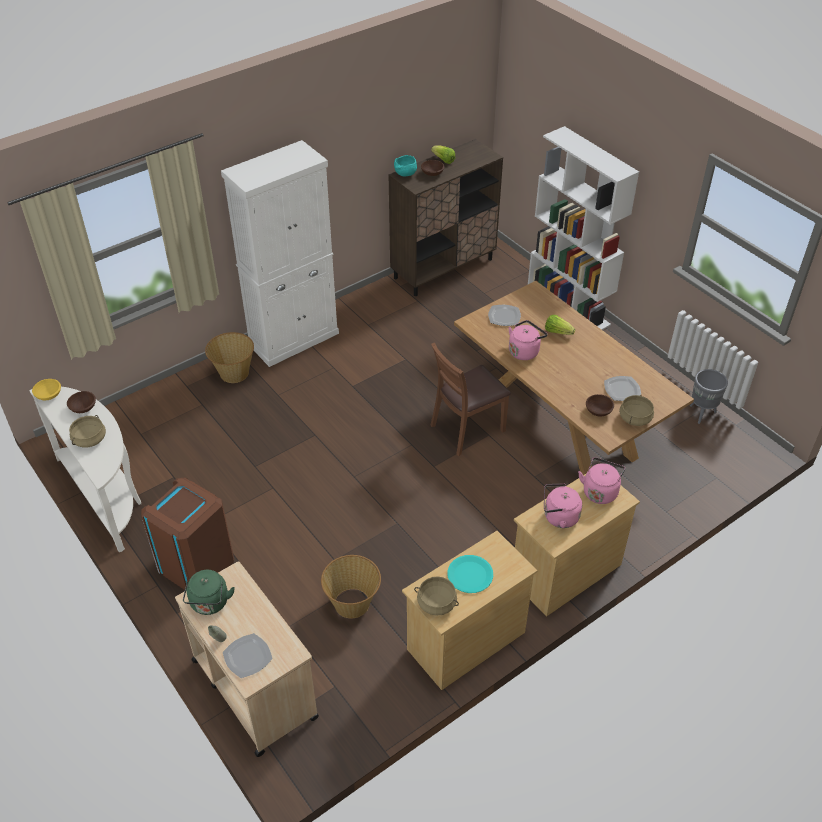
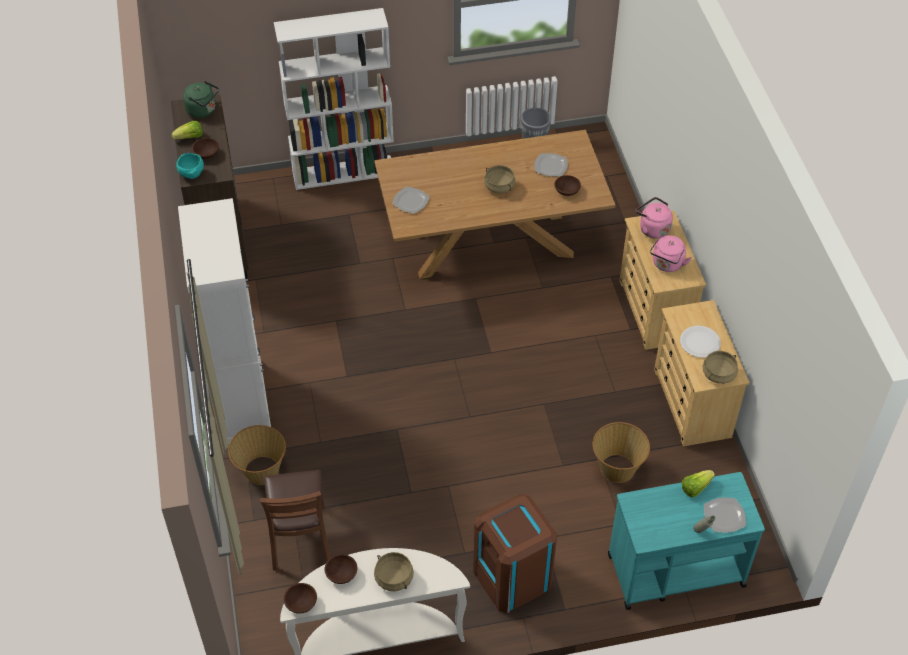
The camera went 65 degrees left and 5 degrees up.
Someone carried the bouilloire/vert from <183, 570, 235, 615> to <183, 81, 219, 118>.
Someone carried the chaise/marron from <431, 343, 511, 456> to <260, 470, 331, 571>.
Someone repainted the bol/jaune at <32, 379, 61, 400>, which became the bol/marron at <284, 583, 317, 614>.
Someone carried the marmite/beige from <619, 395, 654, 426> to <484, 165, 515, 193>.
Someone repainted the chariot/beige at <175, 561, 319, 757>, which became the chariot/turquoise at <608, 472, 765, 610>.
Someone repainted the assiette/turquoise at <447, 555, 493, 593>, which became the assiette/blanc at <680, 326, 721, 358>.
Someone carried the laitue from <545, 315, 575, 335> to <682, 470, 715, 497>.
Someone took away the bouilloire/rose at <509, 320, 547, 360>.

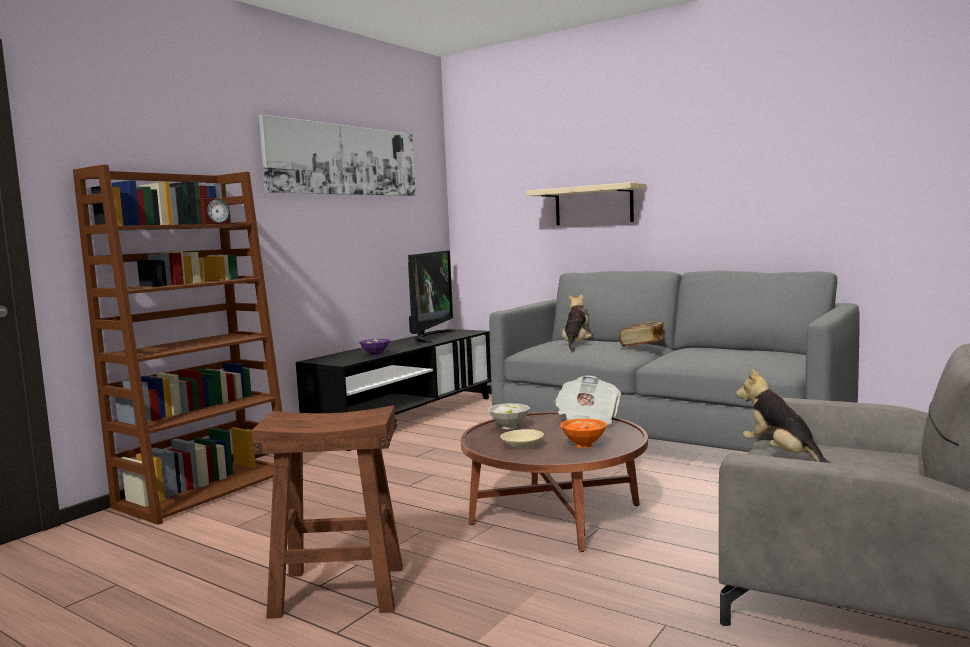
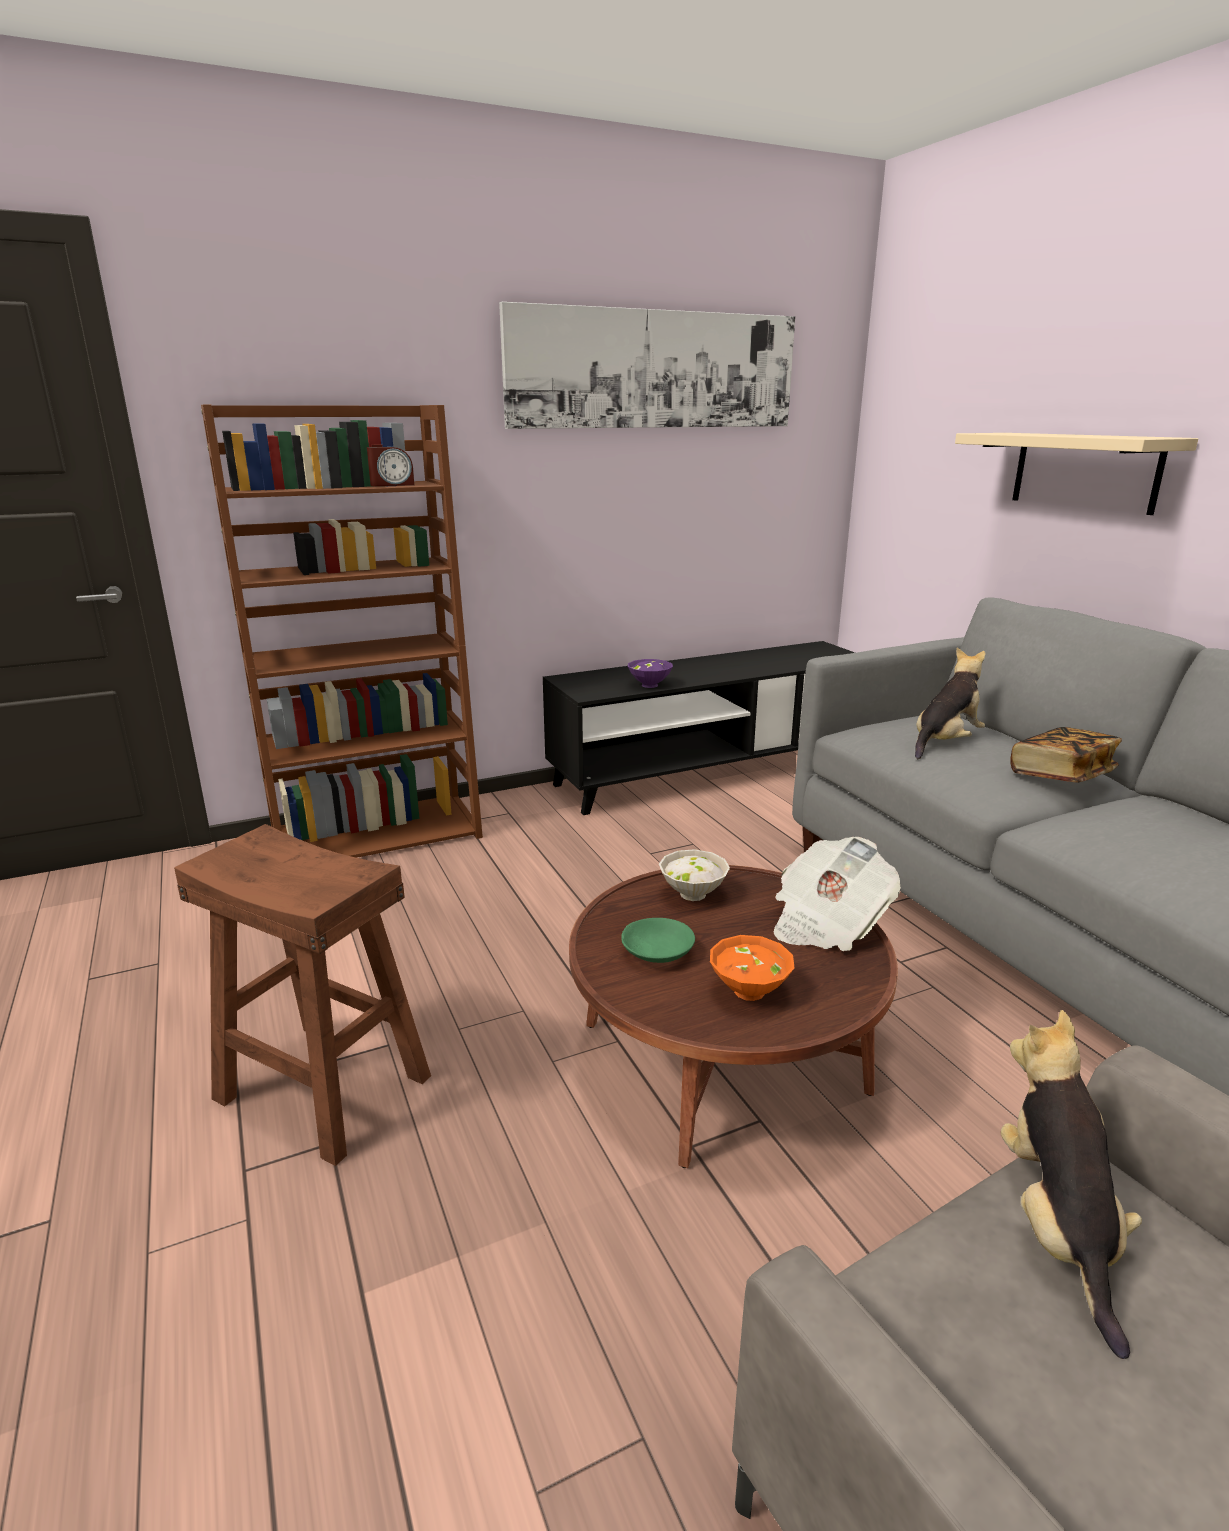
The camera went 30 degrees right and 15 degrees up.
Someone repainted the bol/beige at <500, 429, 544, 448>, which became the bol/vert at <621, 918, 695, 963>.
Someone took away the téléviseur at <408, 250, 455, 343>.

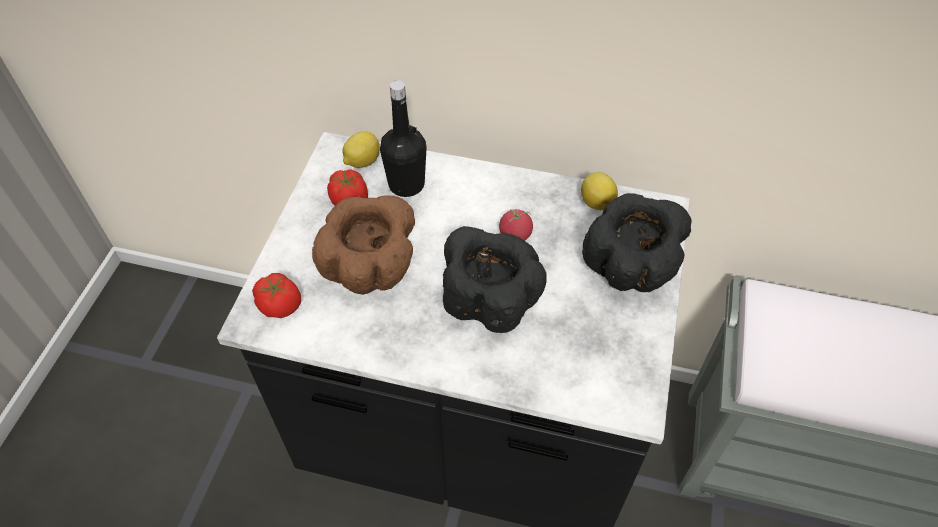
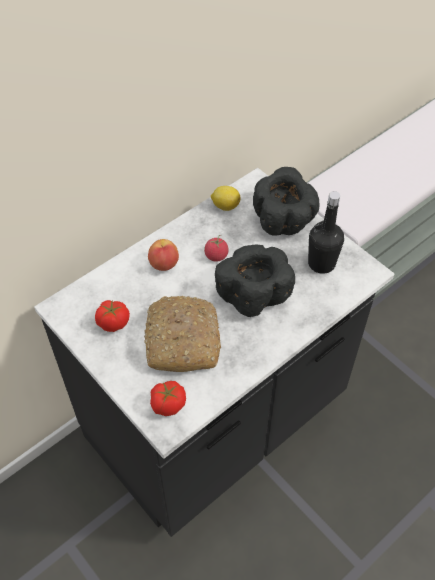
The camera went 55 degrees left and 0 degrees up.
Someone swapped the bol/marron at <312, 196, 415, 295> for the pain at <144, 296, 221, 372>.
Someone put down the pomme at <148, 239, 179, 271>.
Someone carried the bouteille/noir from <380, 80, 427, 197> to <308, 191, 344, 274>.
Someone took away the citron at <342, 131, 380, 168>.

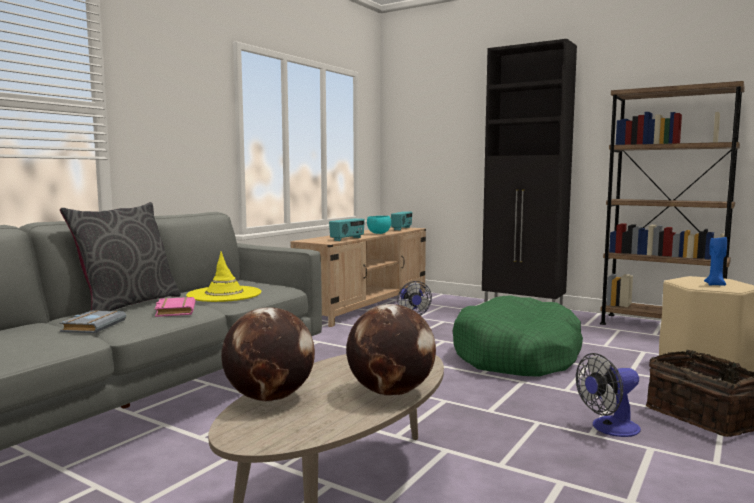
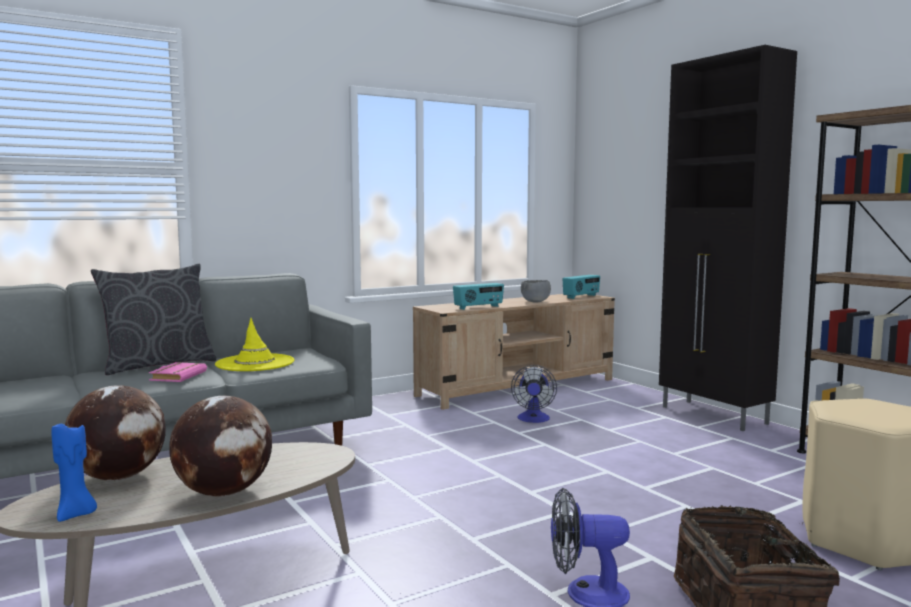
The camera went 25 degrees right and 0 degrees up.
Someone carried the bougie/bleu from <704, 237, 727, 286> to <51, 424, 97, 522>.
Someone repainted the bol/turquoise at <367, 216, 391, 234>, which became the bol/gris at <521, 280, 551, 303>.
Someone took away the livre/gris at <59, 310, 126, 333>.
Someone took away the panier pour chien/vert at <453, 295, 583, 377>.

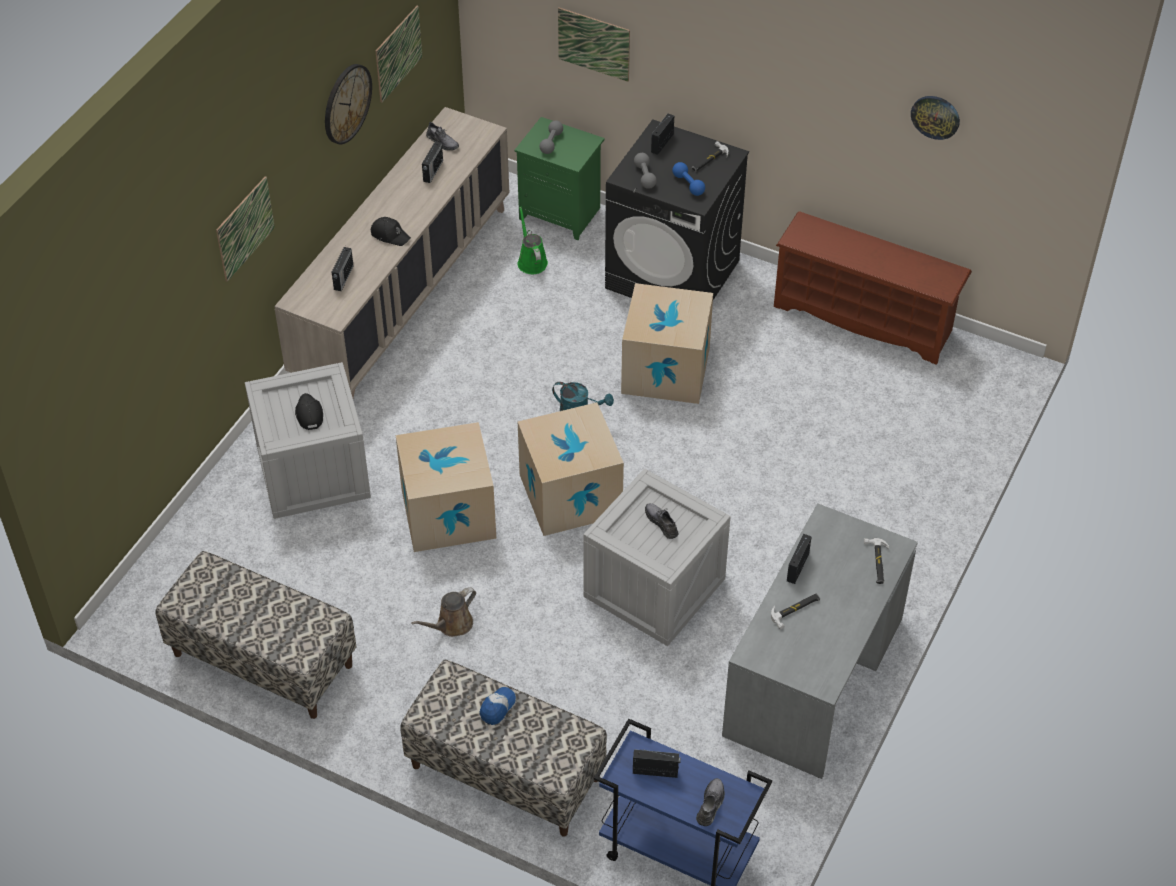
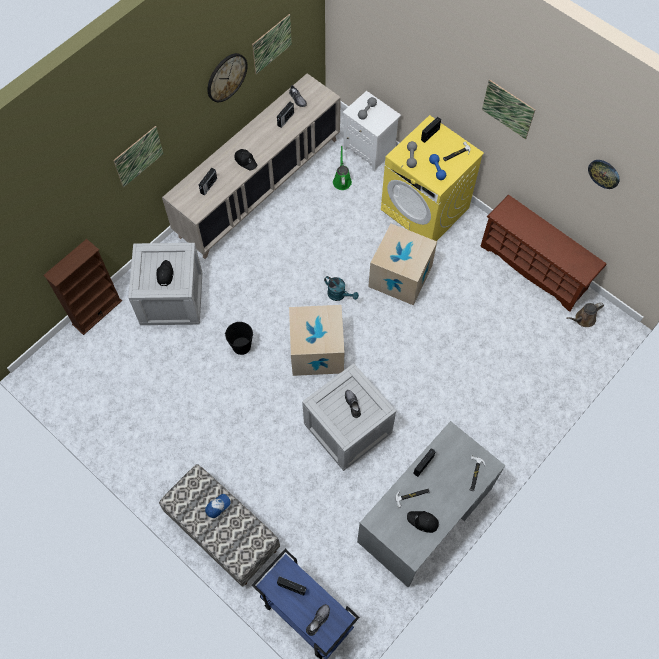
The camera went 15 degrees right and 15 degrees up.
Someone put down the bibliothèque/marron at <43, 239, 122, 335>.
Someone swapped the carton at <396, 422, 496, 552> for the seau/noir at <225, 322, 253, 355>.
Someone repainted the table de chevet/vert at <514, 117, 604, 240>, which became the table de chevet/blanc at <343, 91, 401, 172>.
Someone repainted the lave-linge/noir at <605, 119, 749, 300>, which became the lave-linge/jaune at <381, 115, 484, 241>.
Someone put down the casquette/noir at <407, 511, 439, 533>.
Someone carried the tableau from <558, 8, 630, 82> to <482, 79, 535, 139>.
Someone carried the arrosoir/marron from <411, 587, 476, 637> to <567, 302, 604, 327>.
Someone took away the banc at <156, 551, 356, 719>.

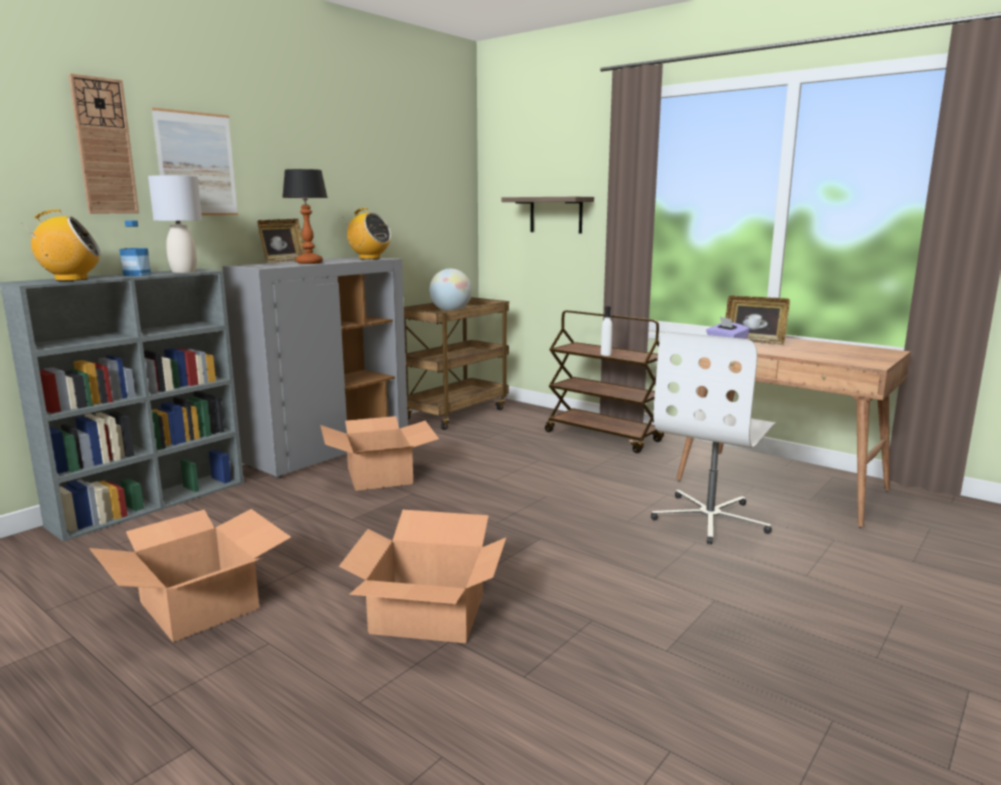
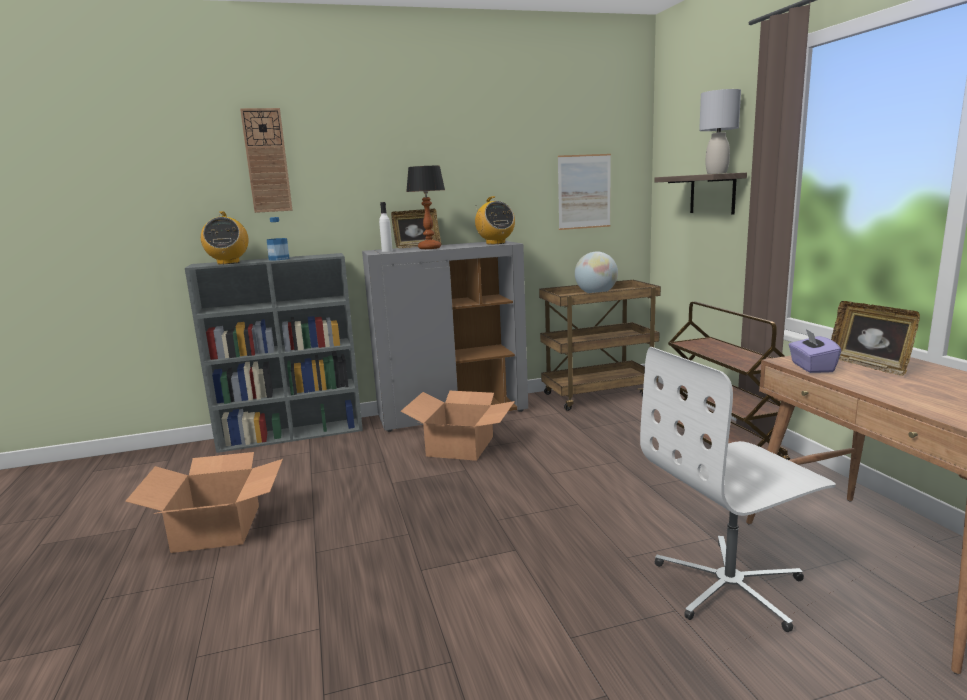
The camera went 35 degrees right and 0 degrees up.
Someone rotated the radio at <26, 210, 101, 281> by 60 degrees clockwise.
Someone carried the bouteille/blanc from <601, 306, 613, 356> to <379, 202, 393, 252>.
Someone carried the tableau from <151, 107, 238, 215> to <558, 154, 611, 230>.
Someone carried the lampe de table/gris from <148, 175, 202, 273> to <699, 89, 741, 174>.
Someone took away the carton at <339, 510, 507, 643>.

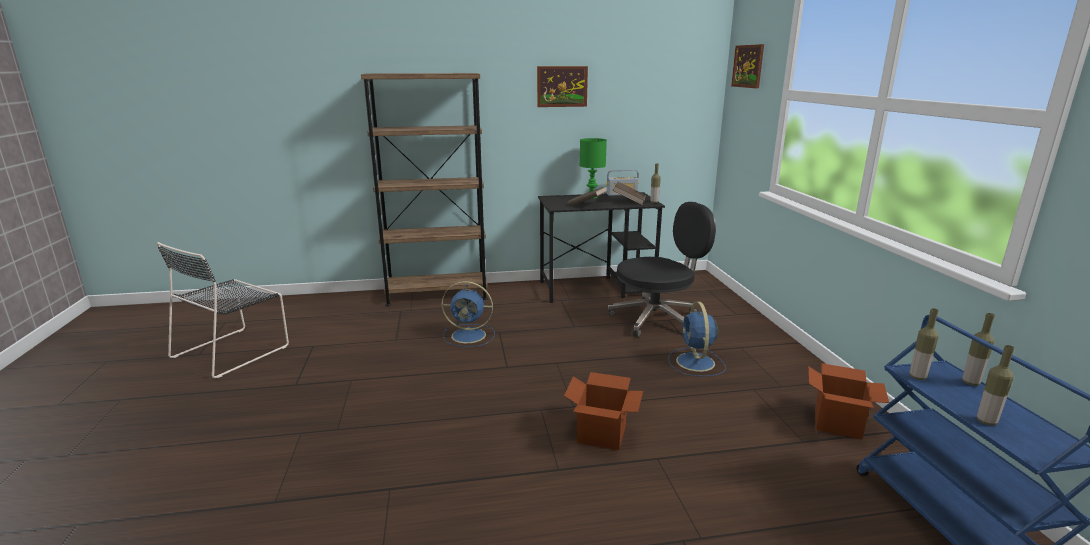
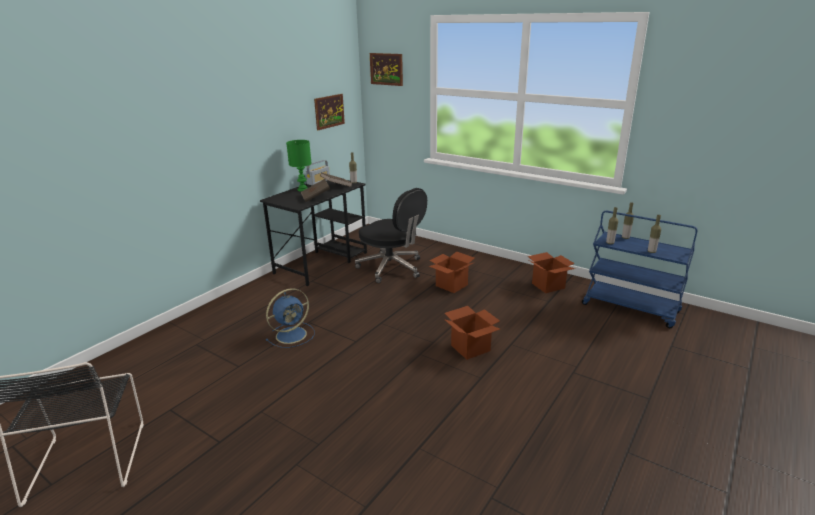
The camera went 45 degrees left and 5 degrees up.
Someone carried the tableau from <537, 66, 588, 107> to <314, 94, 345, 130>.
Someone rotated the chaise de bureau/noir at <607, 202, 716, 337> by 105 degrees clockwise.
Someone swapped the ventilateur/bleu at <668, 302, 726, 377> for the carton at <429, 251, 475, 293>.
Someone took away the bibliothèque/marron at <361, 73, 488, 306>.

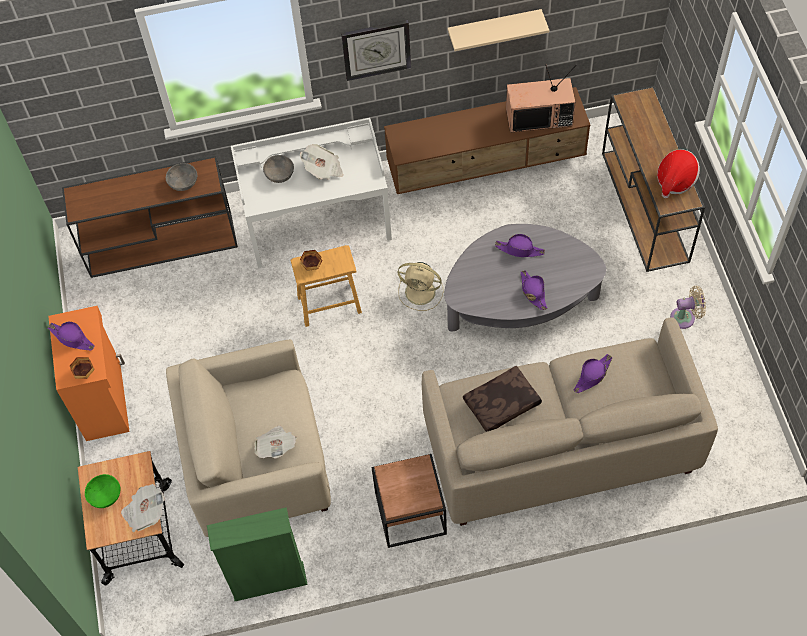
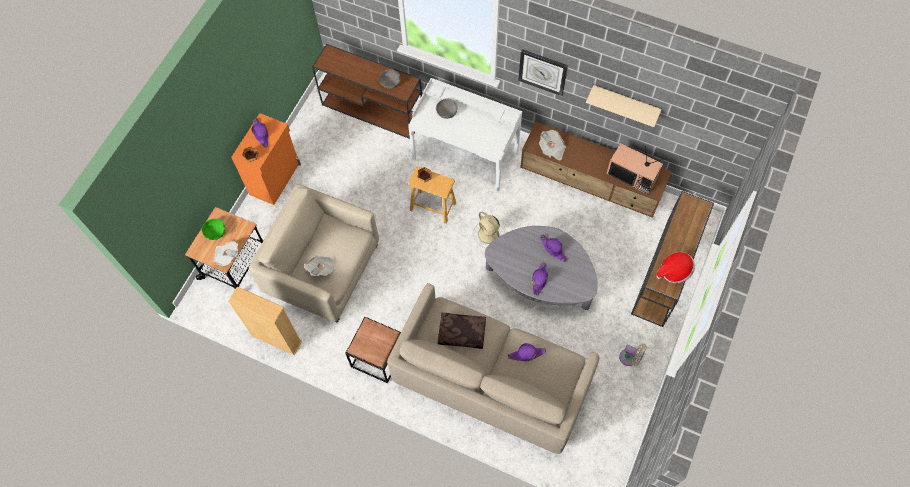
The camera went 35 degrees right and 5 degrees up.
Someone repainted the bibliothèque/vert at <207, 507, 308, 601>, which became the bibliothèque/beige at <228, 287, 302, 355>.
Someone carried the journal from <300, 144, 343, 180> to <539, 130, 566, 161>.

